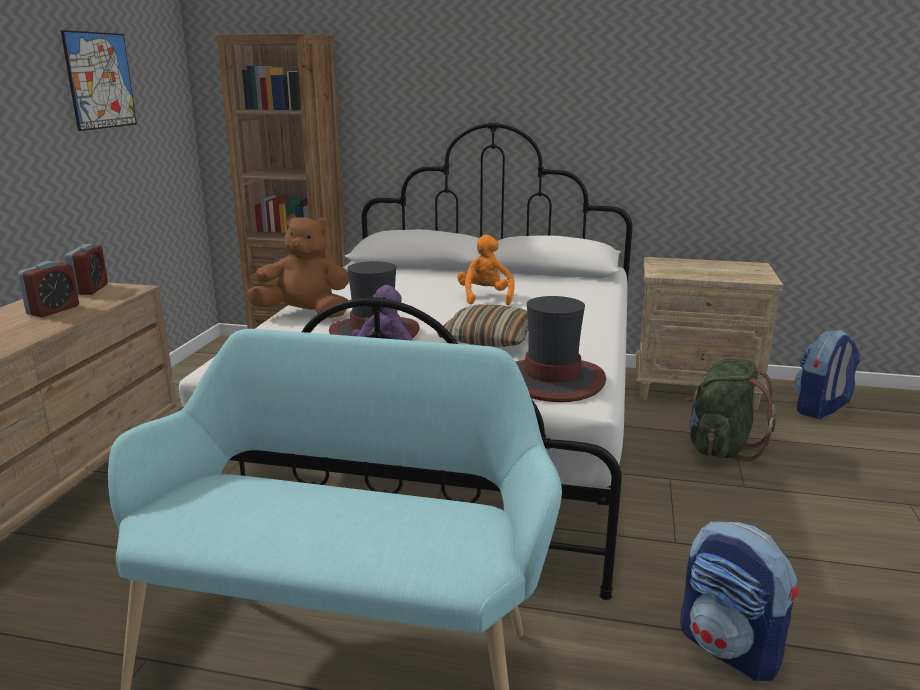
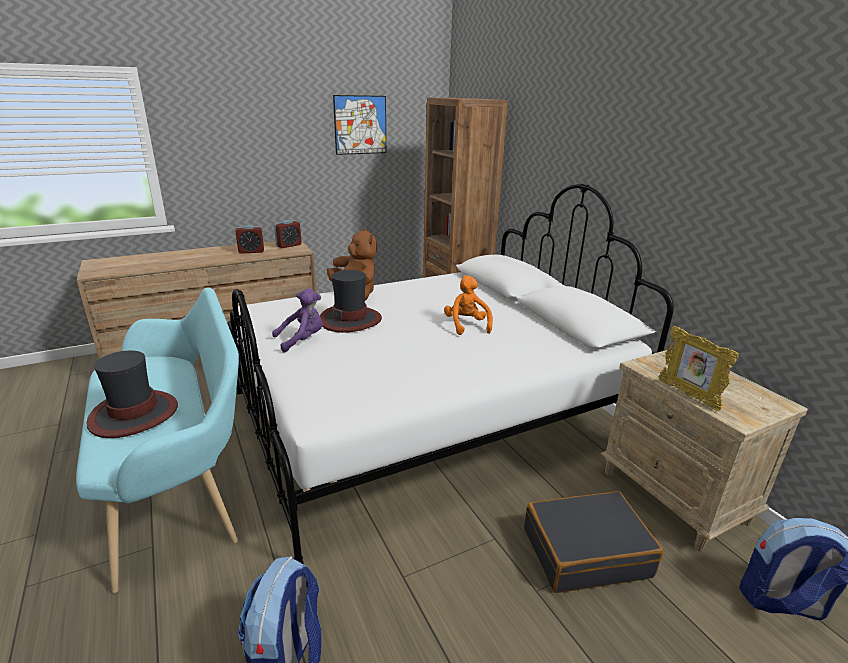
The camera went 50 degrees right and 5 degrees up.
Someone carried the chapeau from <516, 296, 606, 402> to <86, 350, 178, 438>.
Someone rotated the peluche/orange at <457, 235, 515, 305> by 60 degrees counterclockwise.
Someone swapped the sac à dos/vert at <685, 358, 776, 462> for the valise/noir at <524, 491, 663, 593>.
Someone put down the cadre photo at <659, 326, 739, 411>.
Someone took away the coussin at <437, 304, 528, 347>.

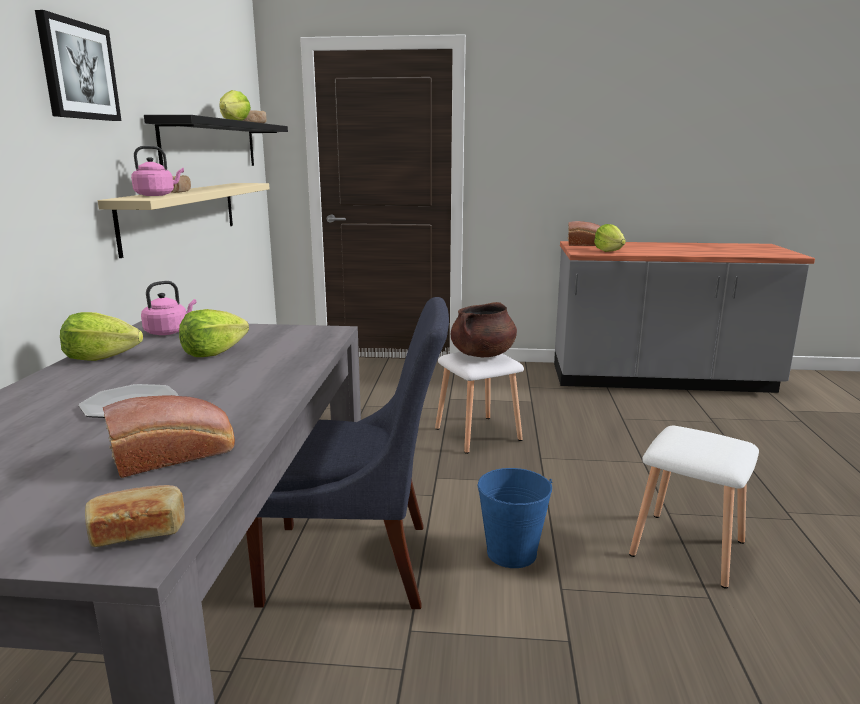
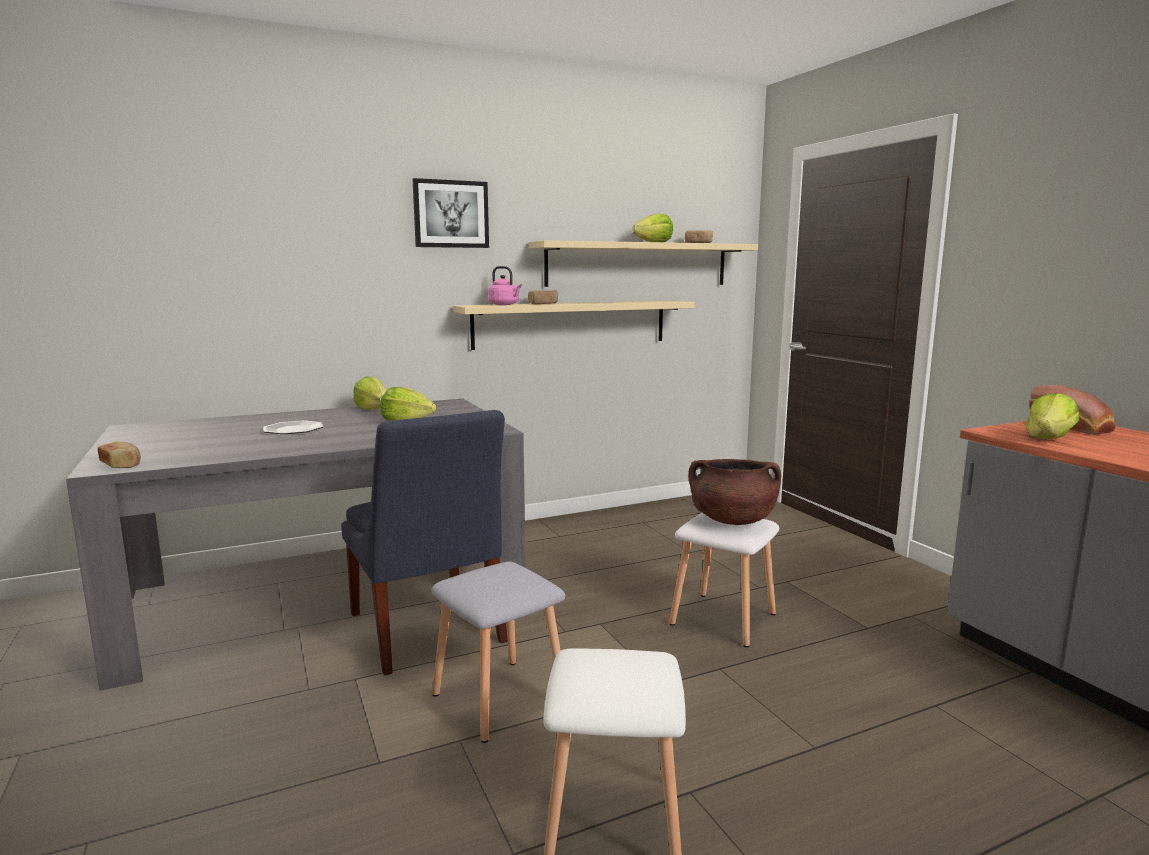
The camera went 60 degrees right and 5 degrees down.
Someone swapped the seau/bleu at <477, 468, 552, 568> for the tabouret/gris at <431, 562, 565, 743>.
Someone repainted the étagère/noir at <144, 115, 288, 166>, which became the étagère/beige at <529, 240, 758, 287>.
Someone took away the pain at <103, 395, 235, 478>.
Someone took away the bouilloire/rose at <141, 281, 196, 335>.

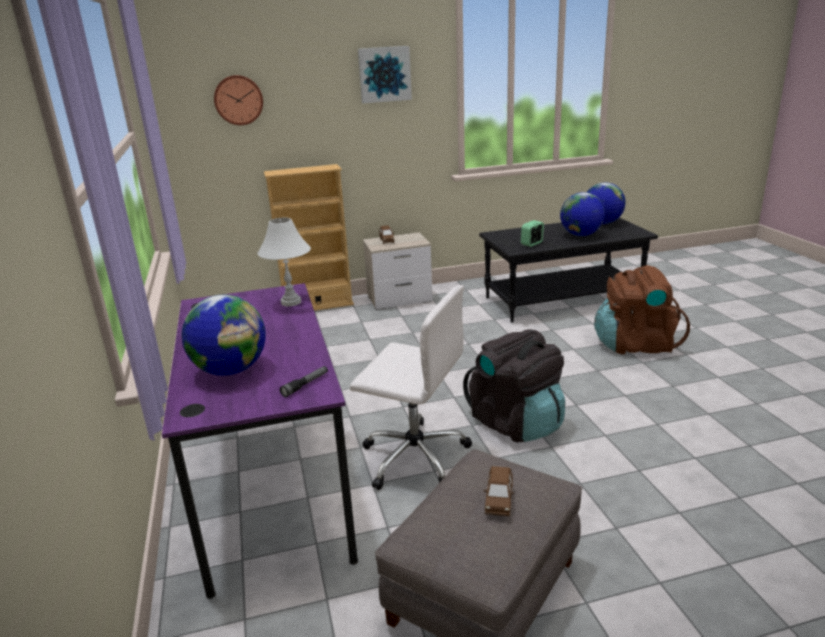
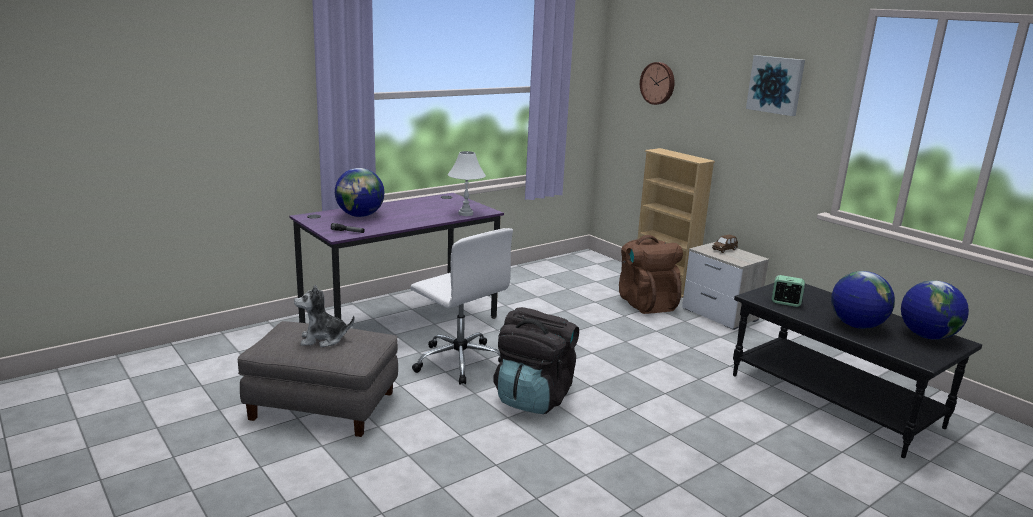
The camera went 65 degrees right and 5 degrees down.
Someone swapped the petite voiture/marron at <484, 466, 514, 516> for the peluche at <294, 285, 354, 347>.
Someone rotated the chaise de bureau/blanc at <350, 285, 472, 490> by 45 degrees counterclockwise.
Someone carried the sac à dos/marron from <594, 265, 690, 354> to <619, 235, 683, 314>.

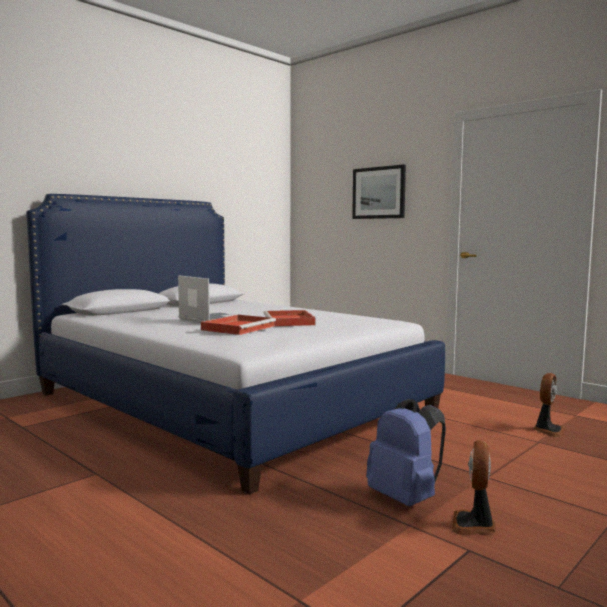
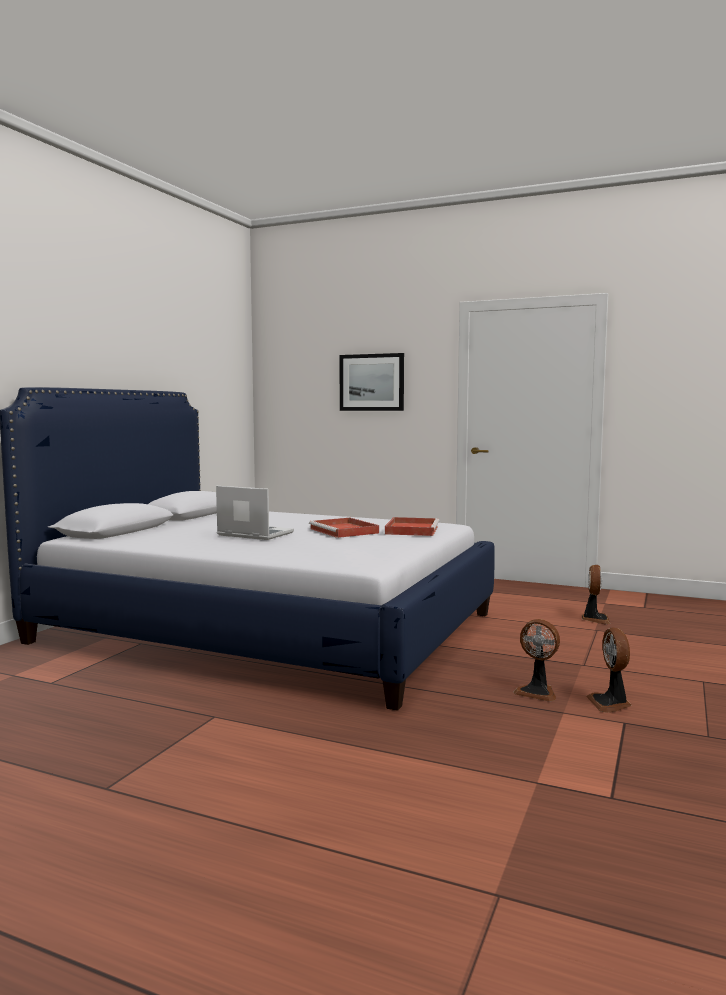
The camera went 20 degrees left and 0 degrees up.
Someone carried the plateau/rouge from <201, 315, 276, 335> to <385, 517, 439, 536>.
Someone swapped the sac à dos/bleu at <366, 399, 446, 507> for the ventilateur at <513, 619, 560, 702>.

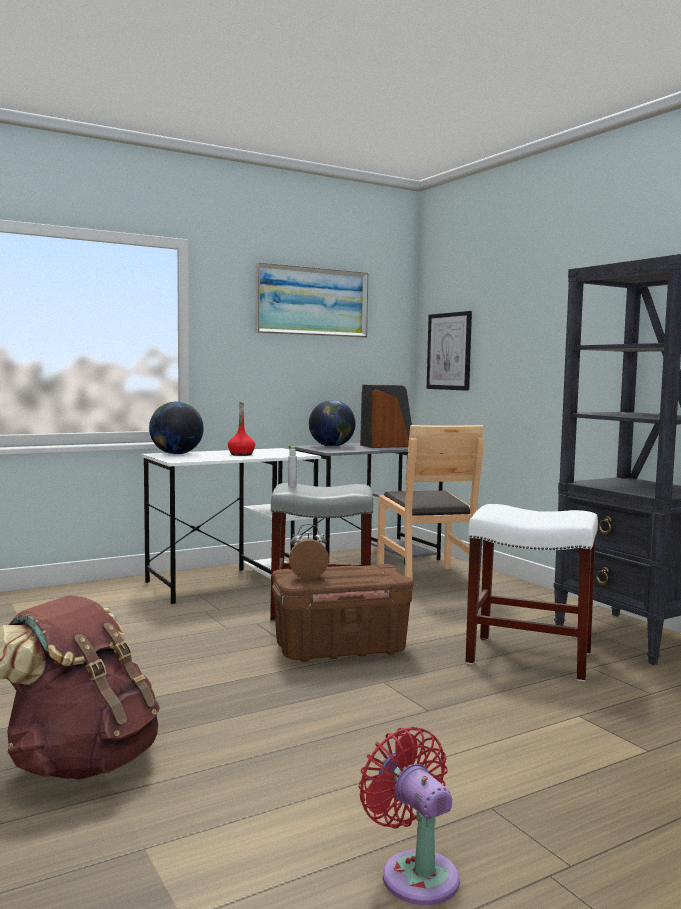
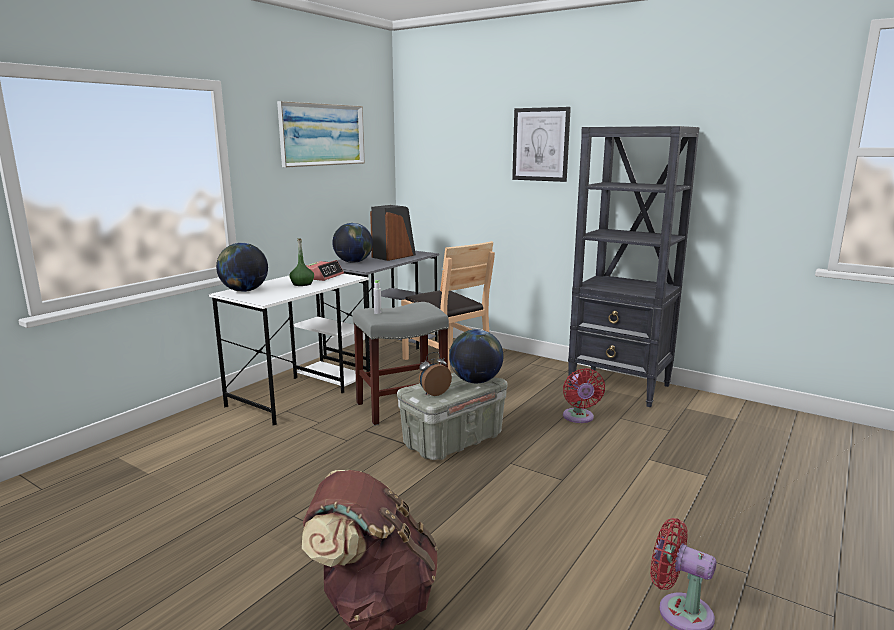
The camera went 25 degrees left and 10 degrees up.
Someone repainted the bouteille/rouge at <228, 402, 255, 456>, which became the bouteille/vert at <289, 238, 314, 286>.
Someone put down the réveil at <306, 260, 344, 281>.
Someone repainted the boîte de rangement/marron at <272, 564, 414, 662>, which became the boîte de rangement/gris at <397, 373, 508, 460>.
Someone put down the globe at <449, 329, 503, 383>.
Someone carried the tableau from <427, 311, 472, 391> to <512, 107, 571, 182>.
Someone swapped the tabouret/blanc at <465, 504, 598, 682> for the ventilateur/rouge at <563, 368, 605, 423>.

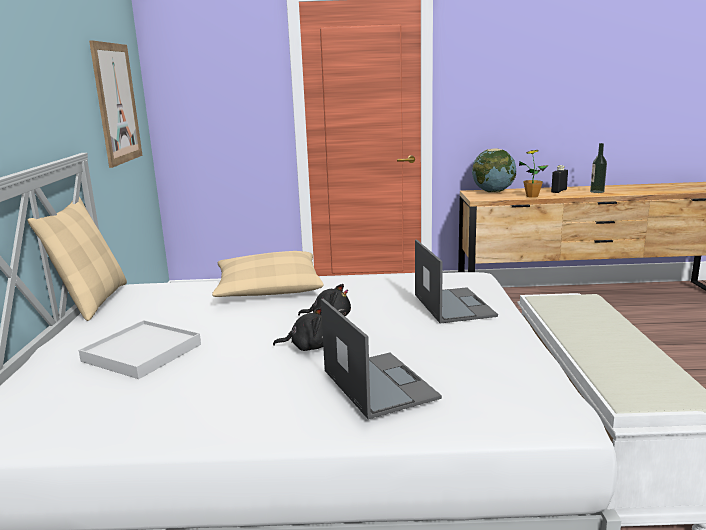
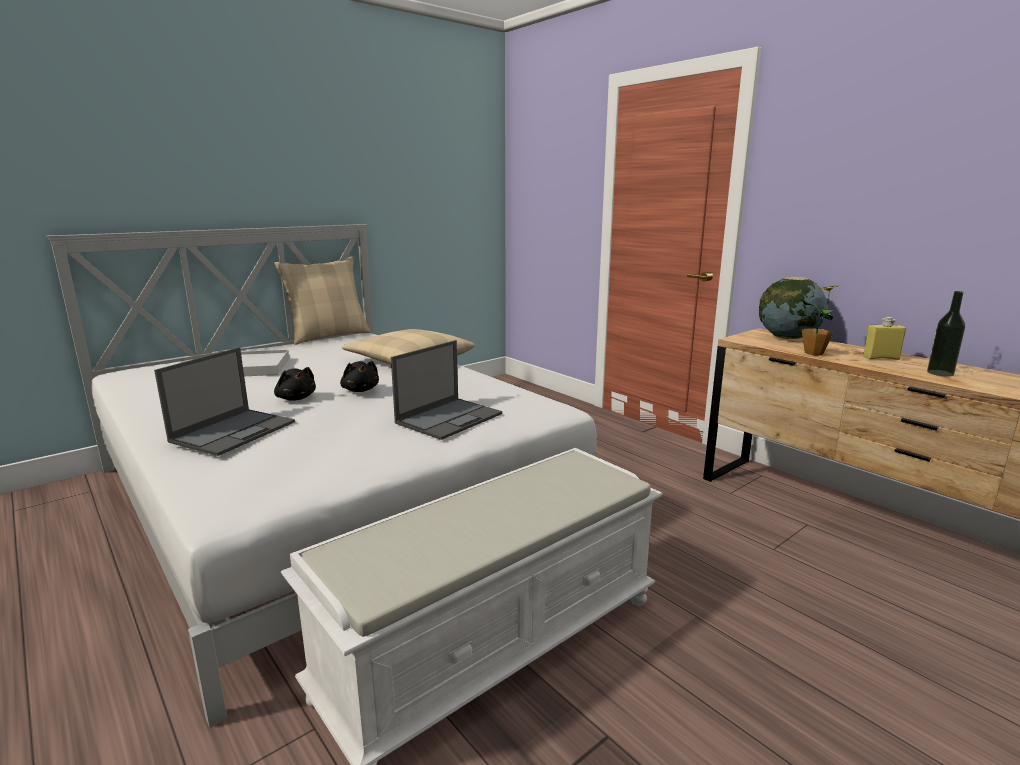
The camera went 50 degrees right and 0 degrees up.
Someone repainted the bouteille/noir at <551, 165, 568, 193>, which became the bouteille/jaune at <863, 317, 906, 360>.
Someone took away the tableau at <89, 40, 143, 168>.

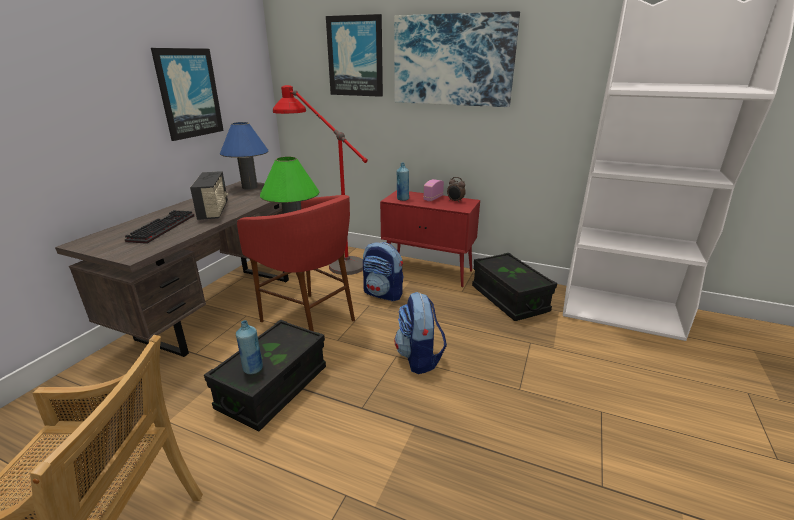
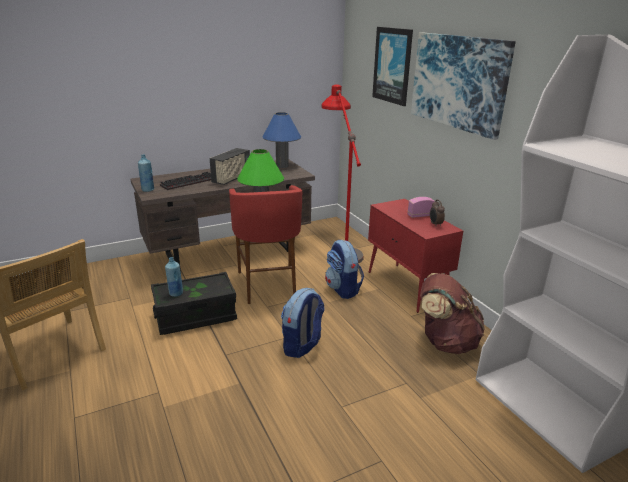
The camera went 40 degrees right and 0 degrees up.
Someone carried the bouteille/bleu from <397, 163, 409, 201> to <138, 154, 154, 192>.
Someone swapped the boîte de rangement/noir at <472, 253, 557, 321> for the sac à dos/marron at <420, 273, 485, 354>.
Someone took away the tableau at <151, 48, 224, 141>.

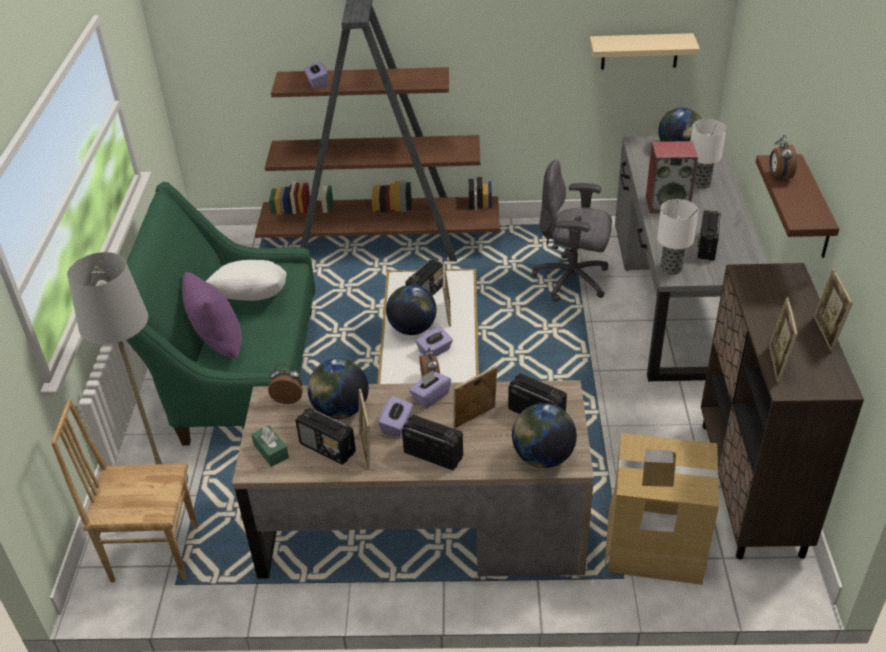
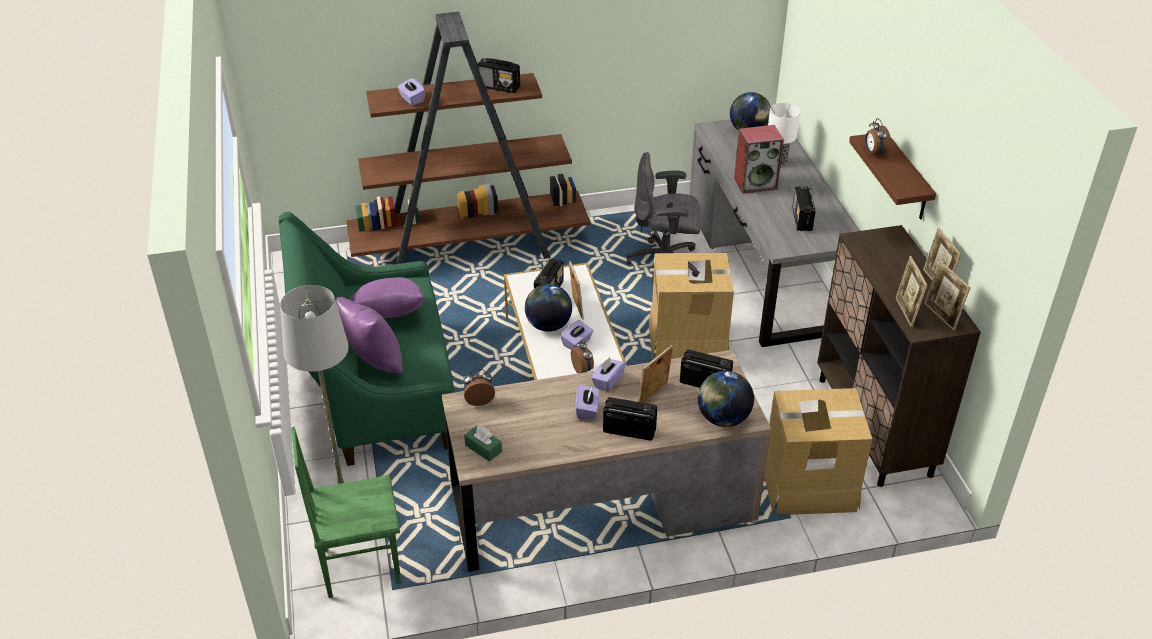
The camera went 15 degrees left and 0 degrees up.
Someone repainted the chaise/marron at <51, 399, 198, 582>, which became the chaise/vert at <291, 427, 401, 598>.
Someone repainted the coussin/blanc at <205, 260, 286, 301>, which became the coussin/violet at <350, 277, 423, 318>.
Someone carried the radio from <295, 408, 356, 465> to <477, 58, 520, 93>.
Someone put down the carton at <649, 253, 734, 360>.
Someone carried the cadre photo from <358, 389, 370, 470> to <924, 261, 971, 331>.
Someone took away the globe at <307, 358, 369, 419>.
Someone took away the étagère/beige at <589, 33, 700, 70>.
Someone took away the lampe de table at <657, 199, 698, 275>.

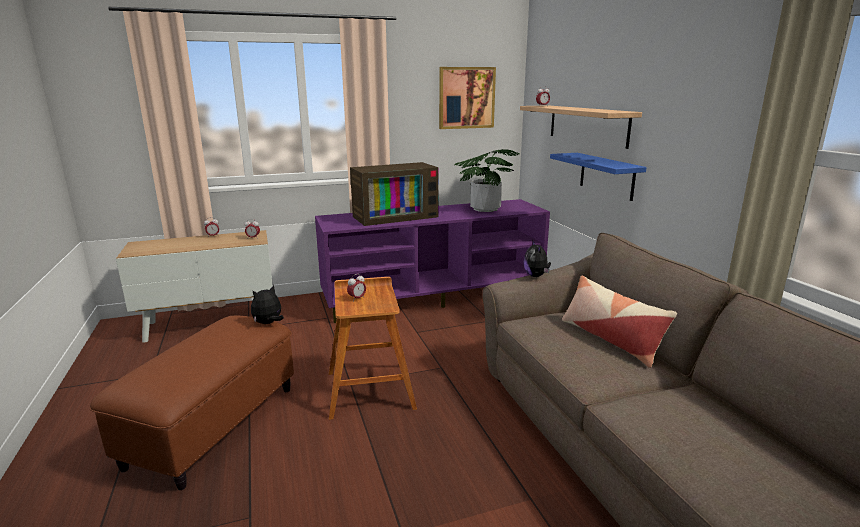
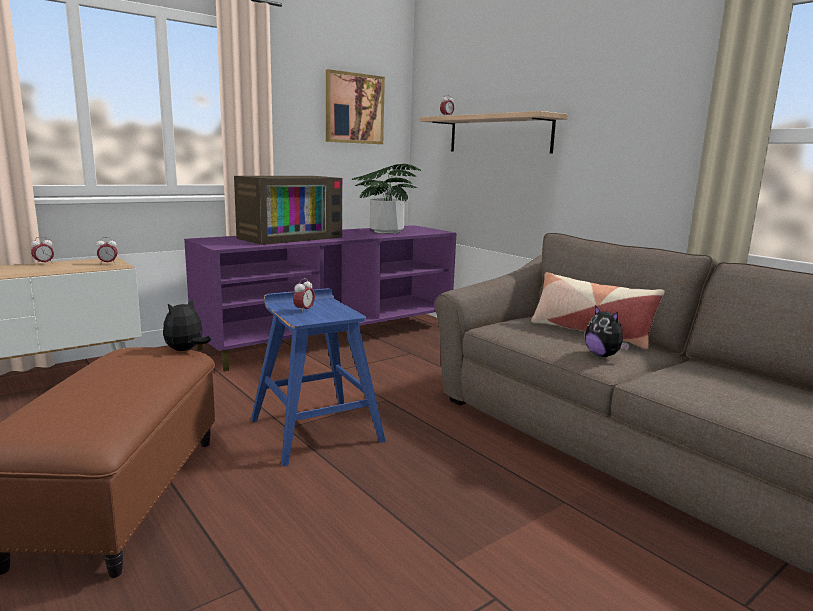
The camera went 20 degrees left and 5 degrees down.
Someone repainted the tabouret/marron at <329, 277, 417, 420>, which became the tabouret/bleu at <251, 288, 386, 467>.
Someone carried the peluche from <523, 241, 551, 277> to <585, 305, 630, 357>.
Someone took away the étagère/bleu at <550, 153, 647, 201>.

